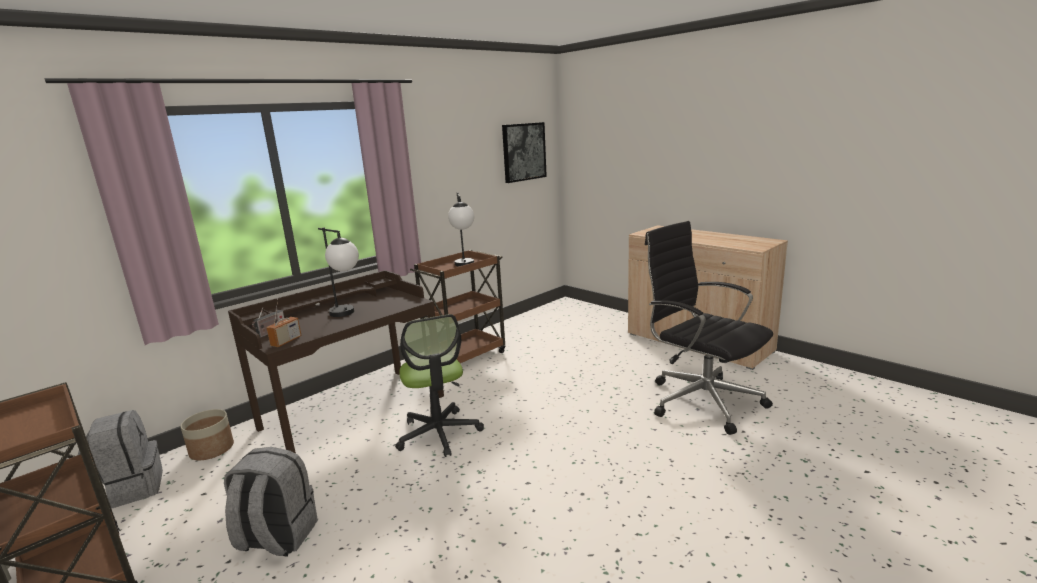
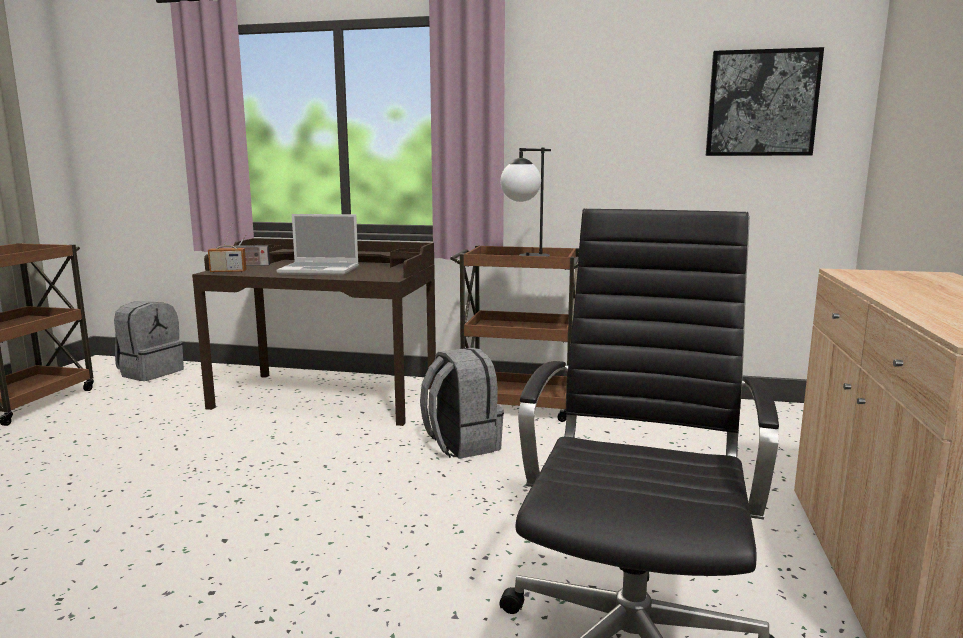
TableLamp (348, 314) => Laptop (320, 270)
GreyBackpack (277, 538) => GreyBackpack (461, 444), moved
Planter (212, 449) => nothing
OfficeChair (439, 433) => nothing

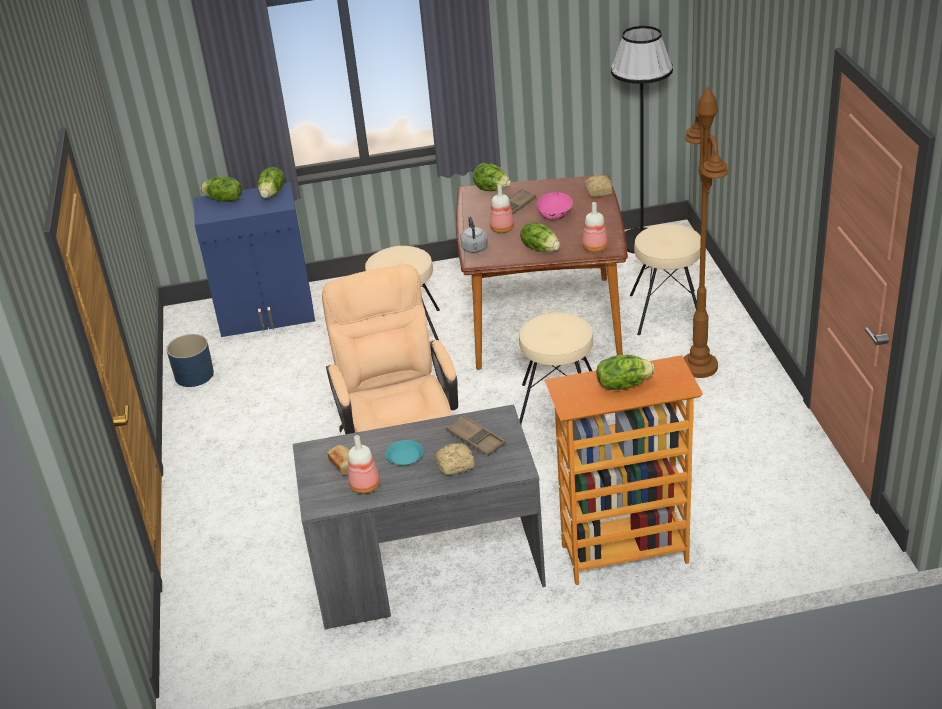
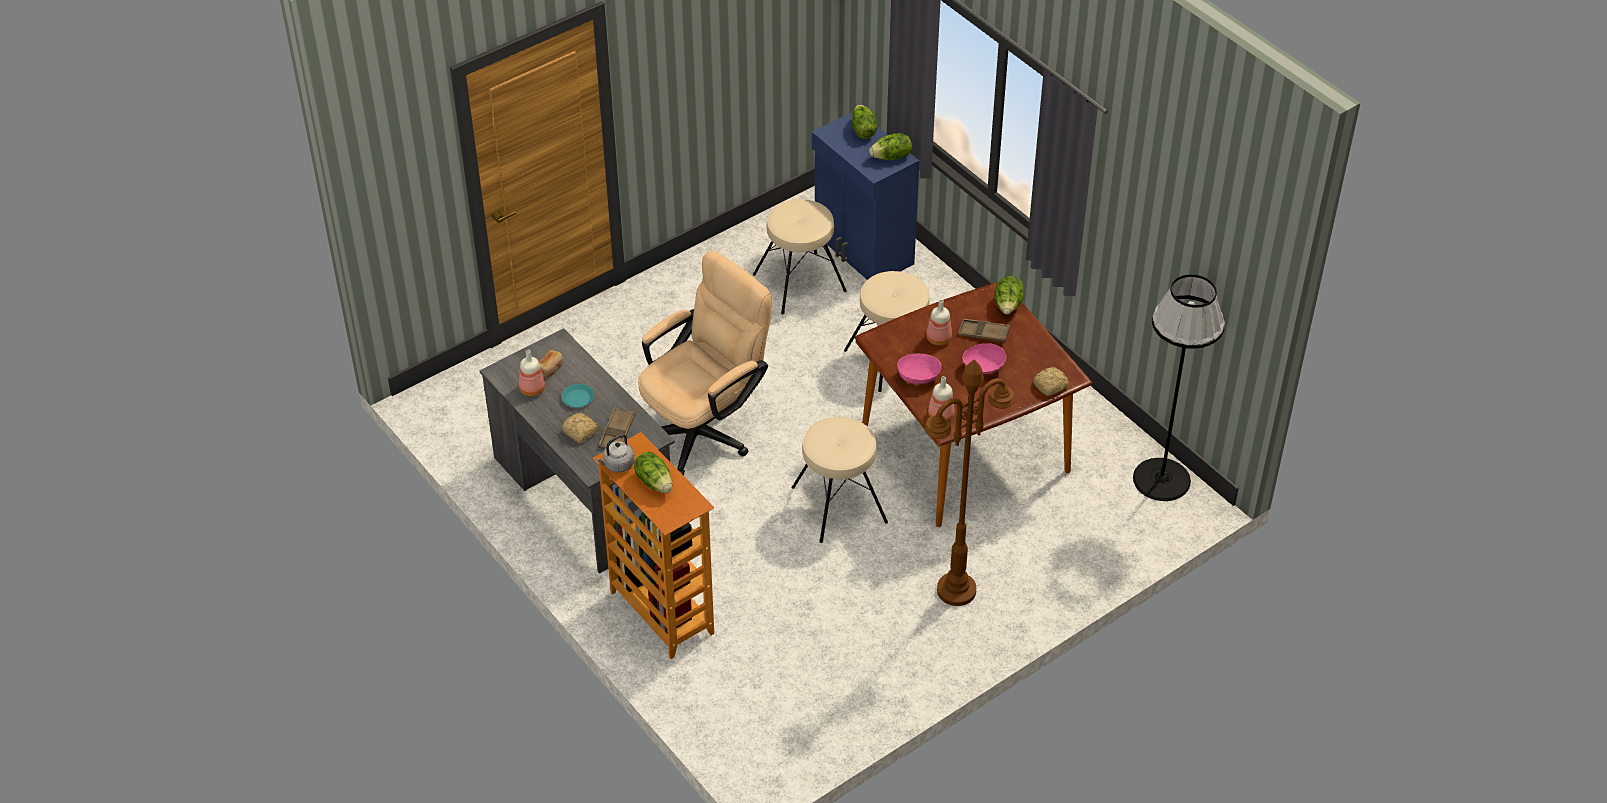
GreyKettle (475, 249) => GreyKettle (617, 465), moved
BeigeStool (667, 312) => BeigeStool (800, 283), moved
Lettuce (540, 248) => PinkBowl (918, 377)
BluePlanter (194, 375) => nothing

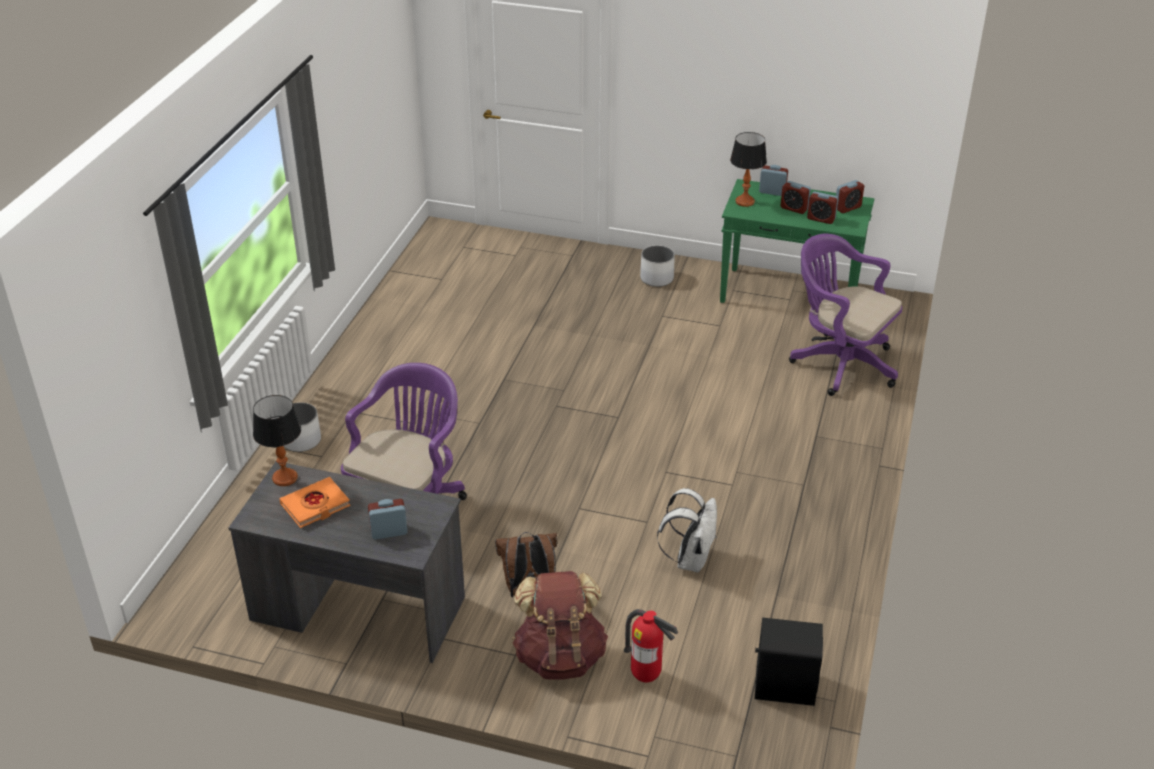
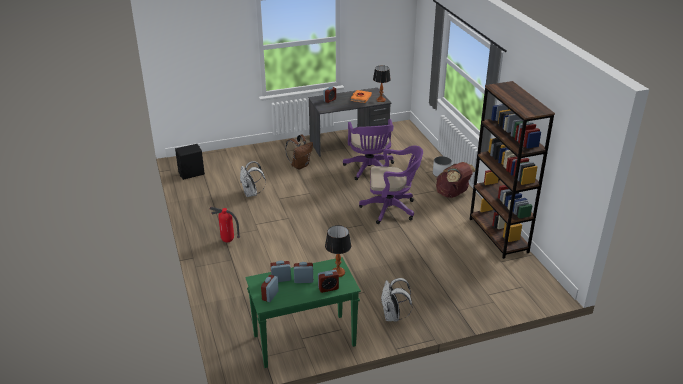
FireExtinguisher (646, 676) => FireExtinguisher (227, 241), moved
PurpleOfficeChair (839, 363) => PurpleOfficeChair (391, 209), moved
WhitePlanter (656, 278) => WhiteBackpack (393, 316)
BrownBackpack (560, 656) => BrownBackpack (453, 194), moved
nothing => BrownBookcase (498, 235)

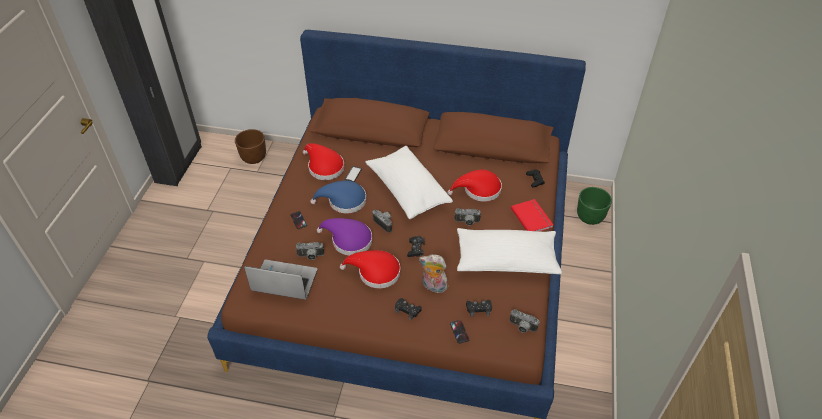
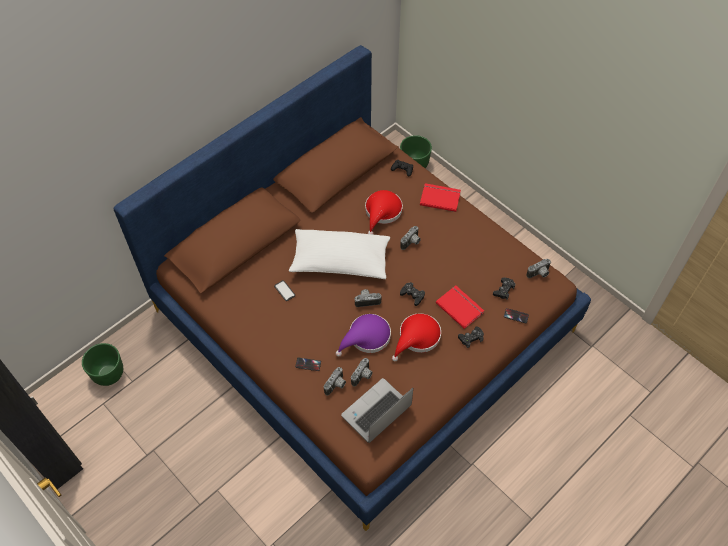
BrownPlanter (254, 158) => GreenPlanter (108, 374)
nothing => PhotoCamera (336, 386)
PlushToy (433, 287) => RedBook (460, 307)
RedHat (324, 167) => nothing
BlueHat (344, 201) => nothing
WhitePillow (506, 260) => nothing

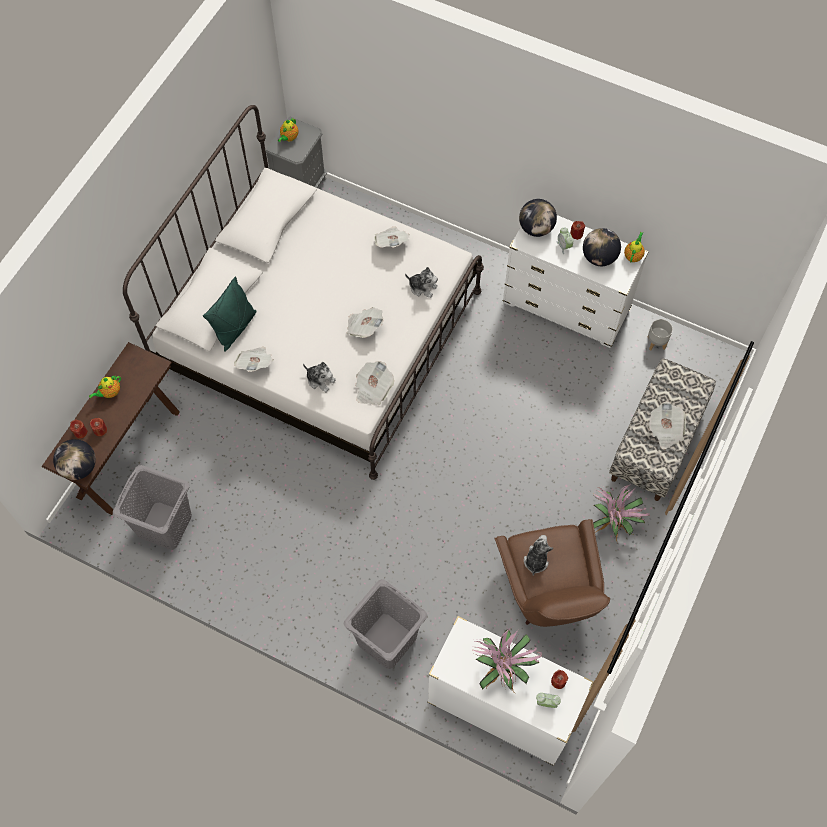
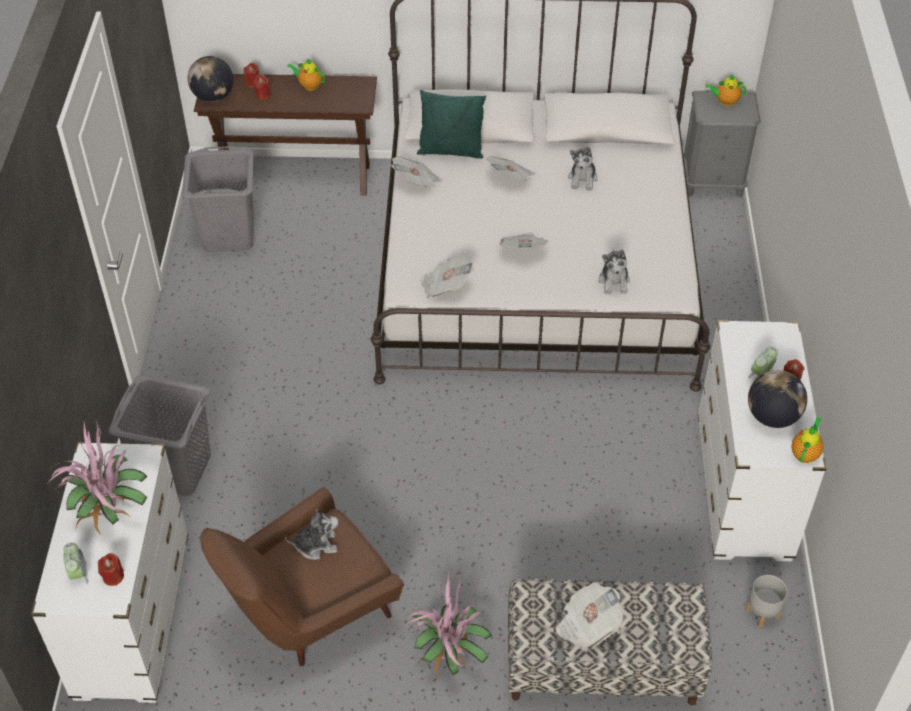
Newspaper (391, 243) => Newspaper (511, 178), moved
PlushToy (320, 380) => PlushToy (583, 179), moved
Teapot (633, 255) => Teapot (805, 453), 60 degrees counterclockwise
Globe (536, 228) => nothing

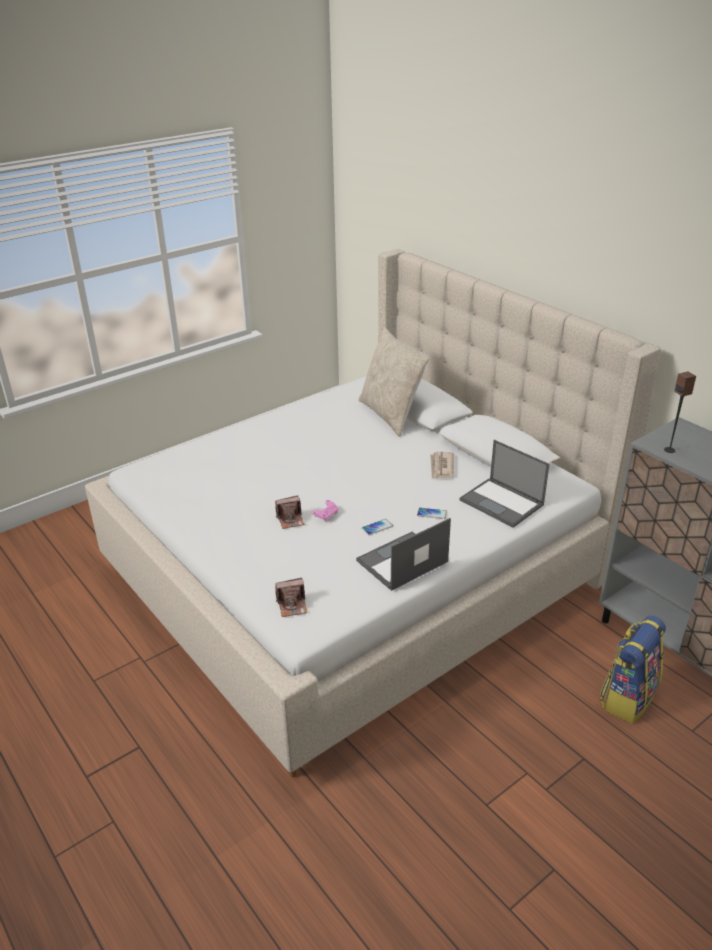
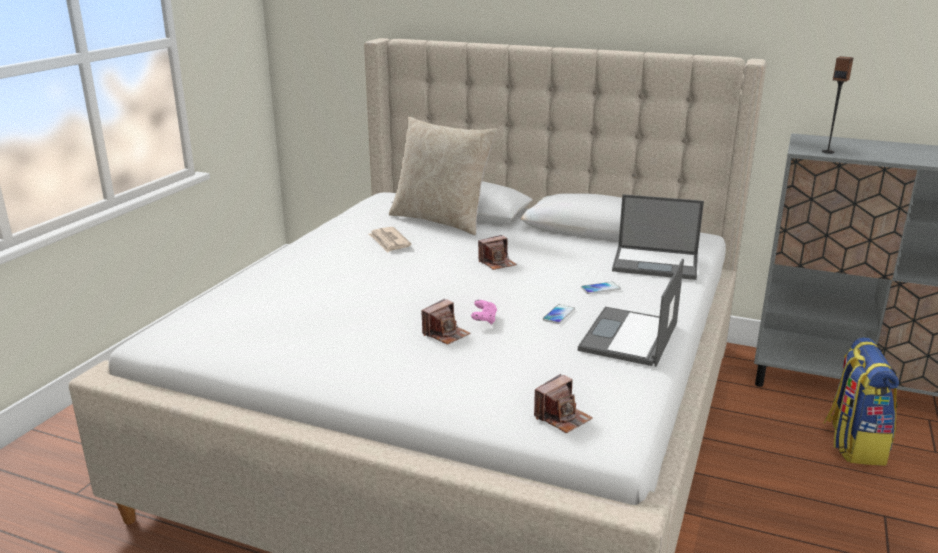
Newspaper (441, 467) => Newspaper (389, 242), moved
nothing => PhotoCamera (497, 263)

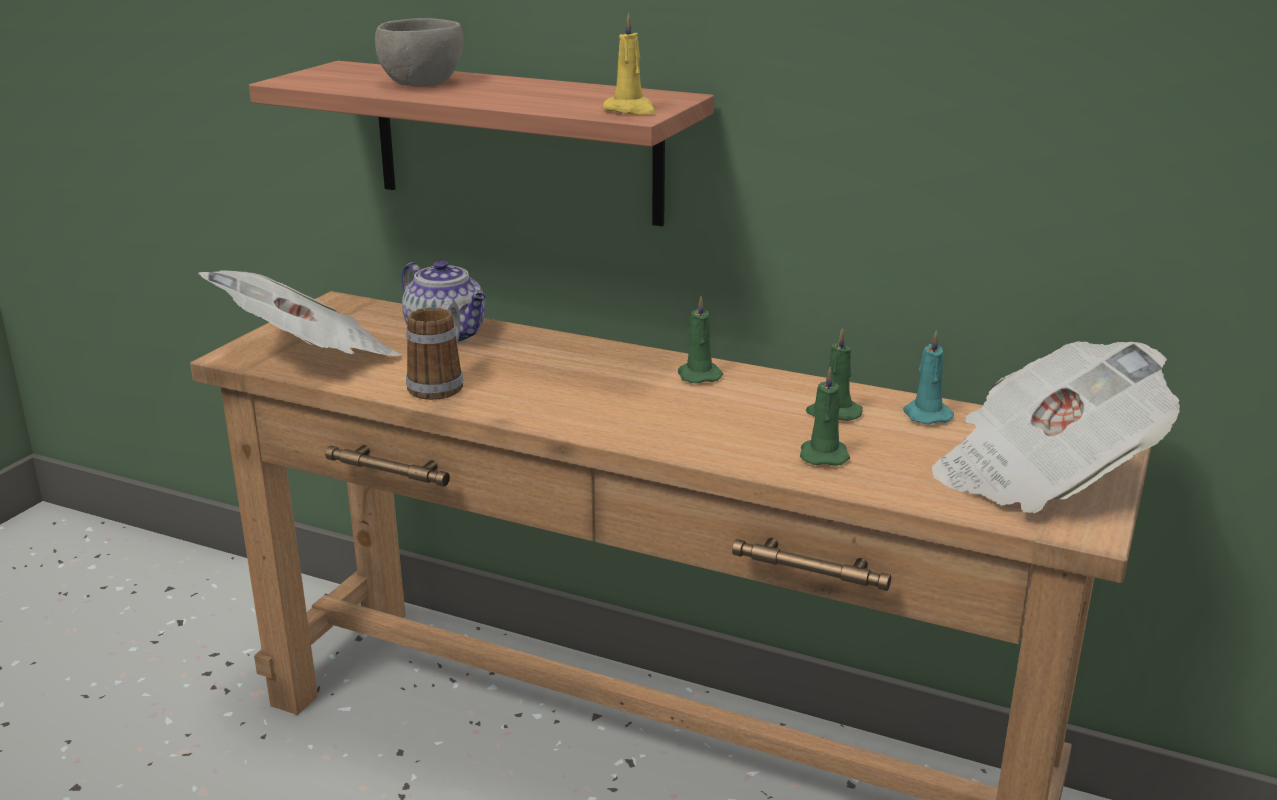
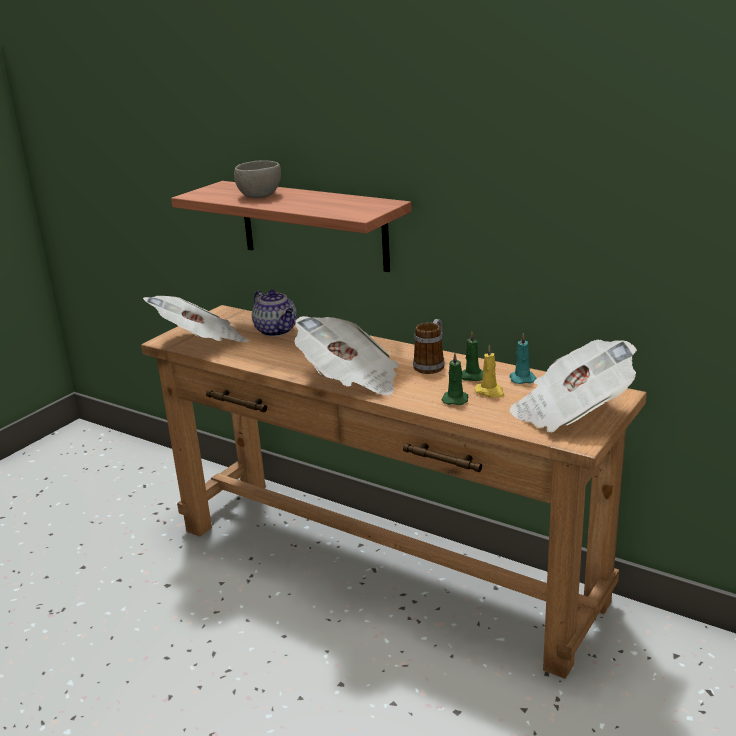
nothing => Newspaper (350, 380)
Mug (441, 384) => Mug (431, 365), moved
YellowCandle (631, 110) => YellowCandle (490, 392), moved
GreenCandle (698, 375) => nothing

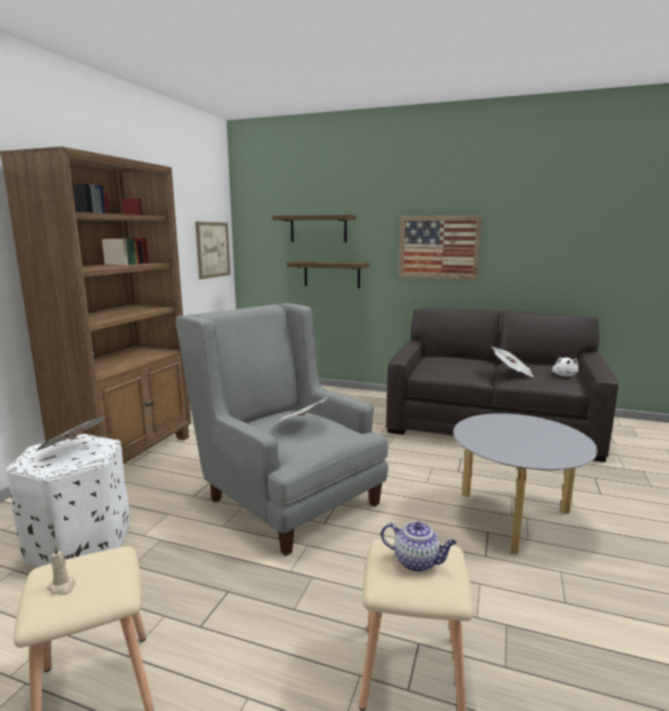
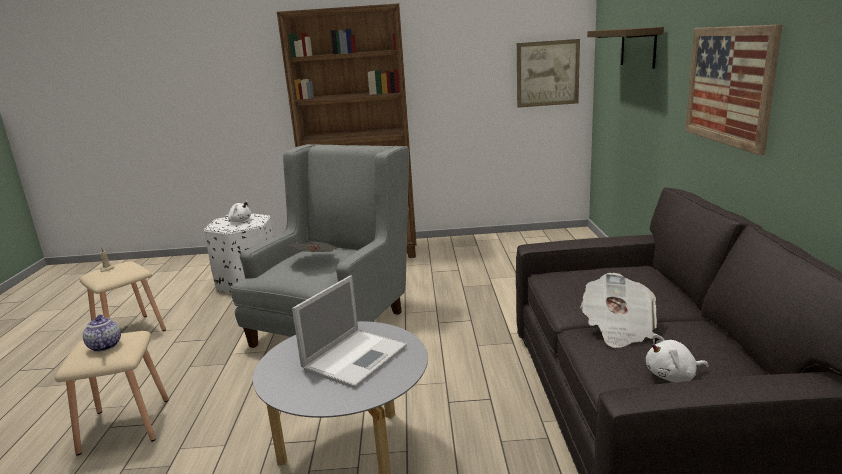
Teapot (417, 562) => Teapot (104, 346), 150 degrees clockwise
Newspaper (73, 450) => WhitePlushToy (239, 221)
nothing => Laptop (356, 357)
Shelf (332, 274) => nothing

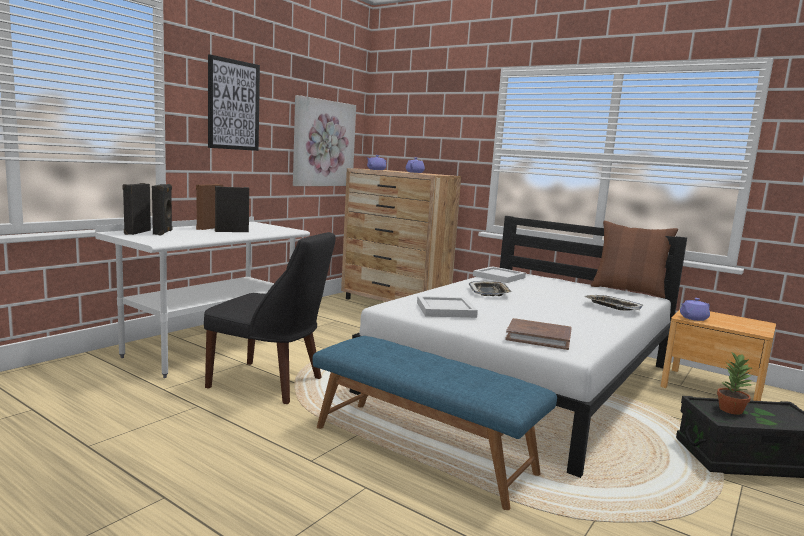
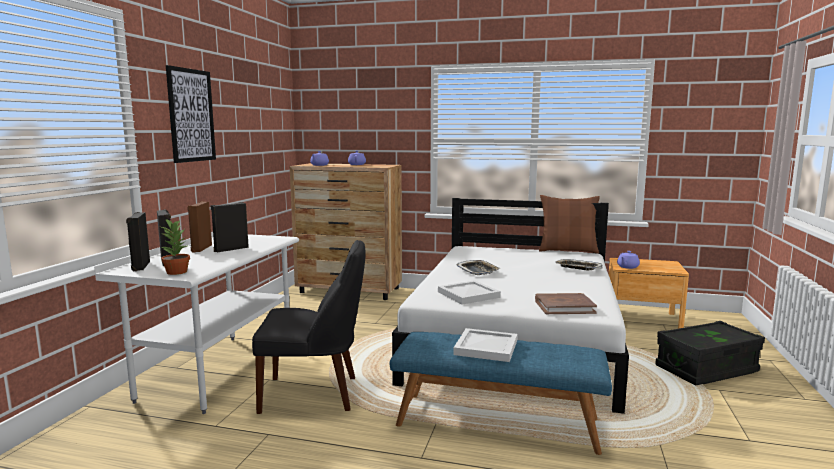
PottedPlant (730, 409) => PottedPlant (177, 272), moved
WhiteTray (500, 277) => WhiteTray (487, 347), moved
Picture (324, 143) => nothing

